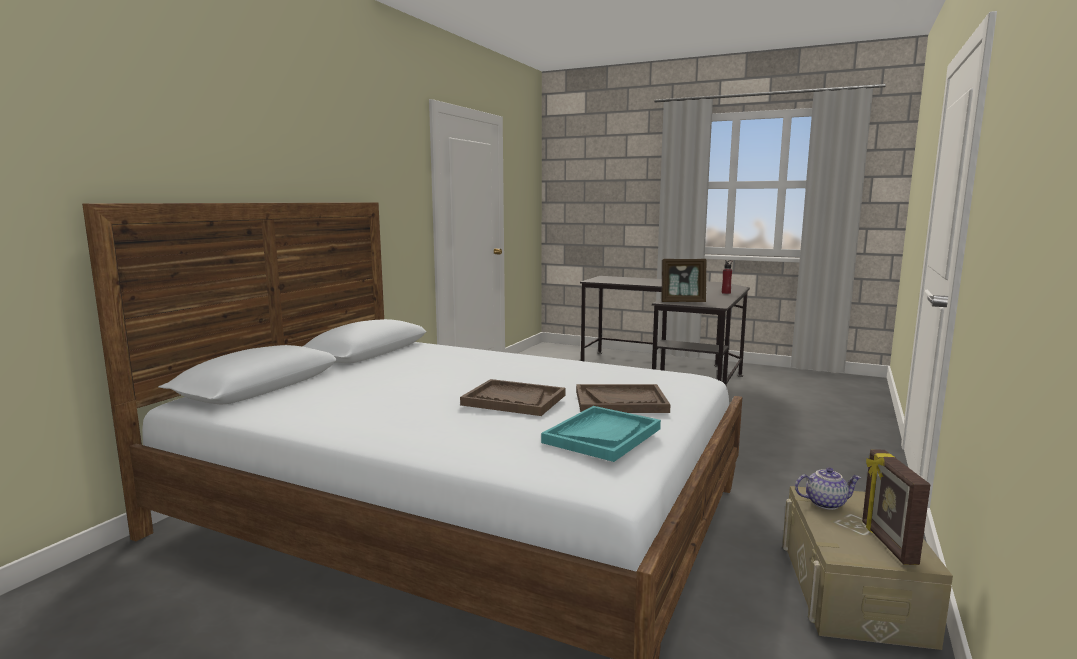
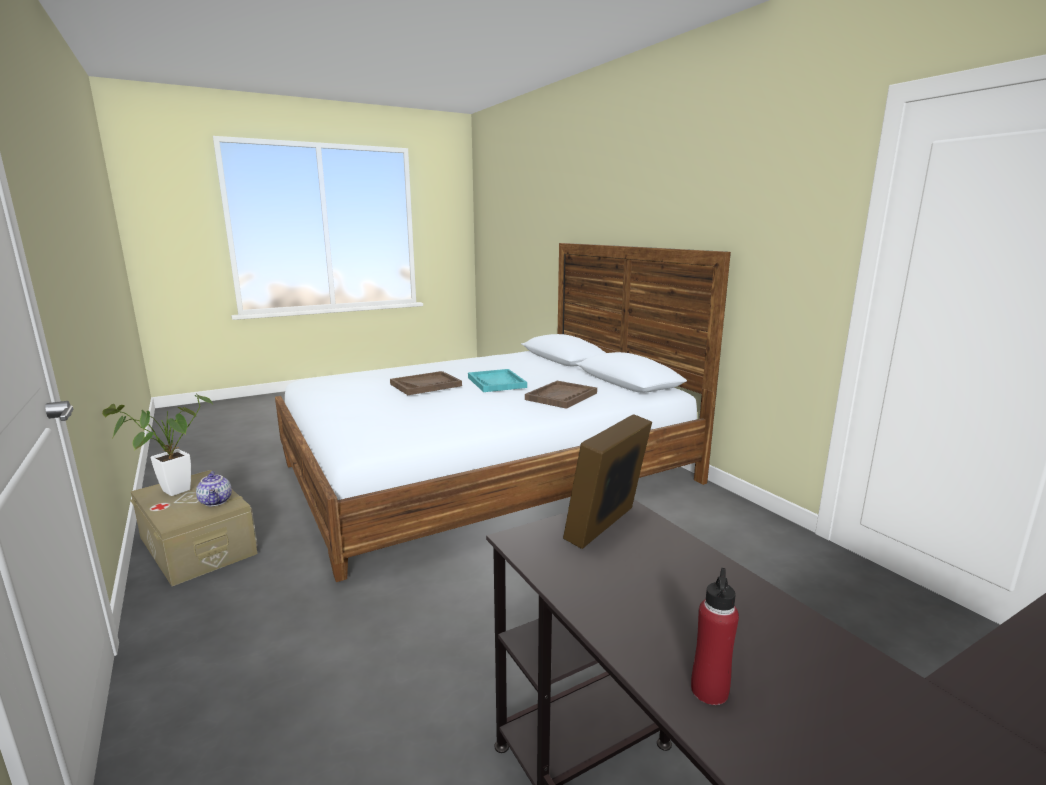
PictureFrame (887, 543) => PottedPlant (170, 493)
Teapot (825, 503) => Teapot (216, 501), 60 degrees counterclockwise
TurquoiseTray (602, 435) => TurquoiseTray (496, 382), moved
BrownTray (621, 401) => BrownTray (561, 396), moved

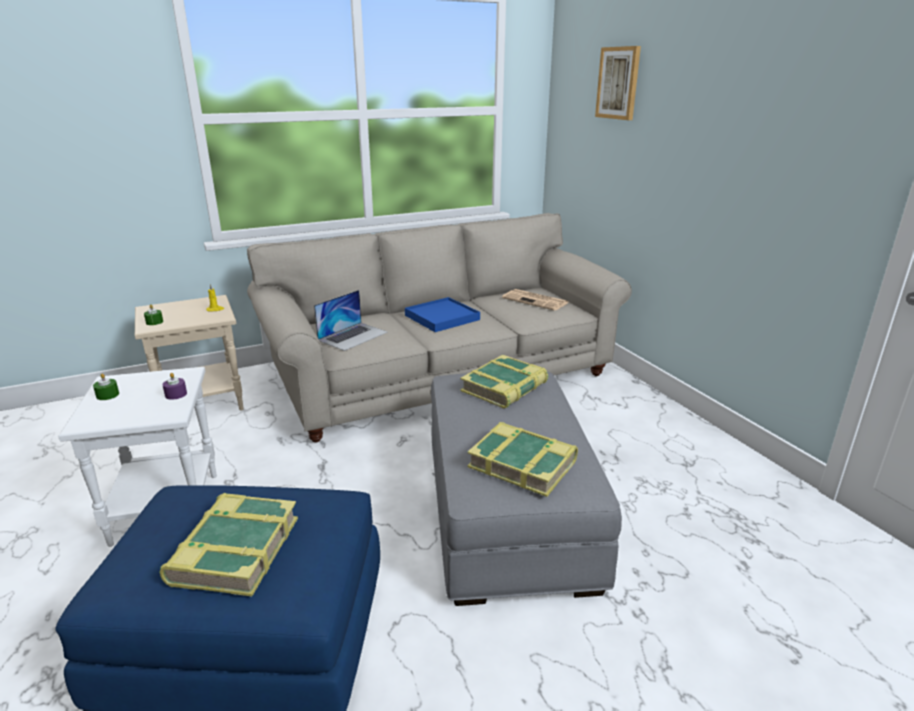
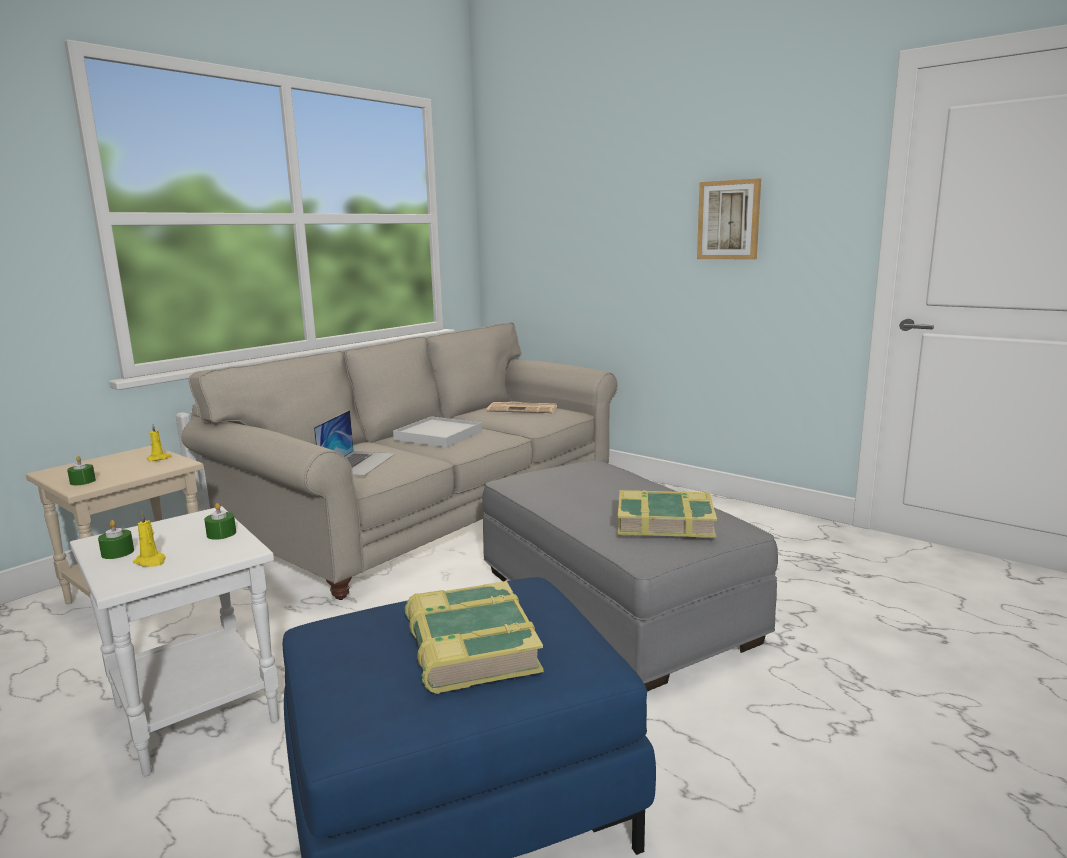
nothing => YellowCandle (151, 561)
PurpleCandle (176, 394) => GreenCandle (221, 534)
BlueTray (442, 317) => WhiteTray (438, 436)
Picture (618, 83) => Picture (729, 220), moved
Book (505, 388) => nothing

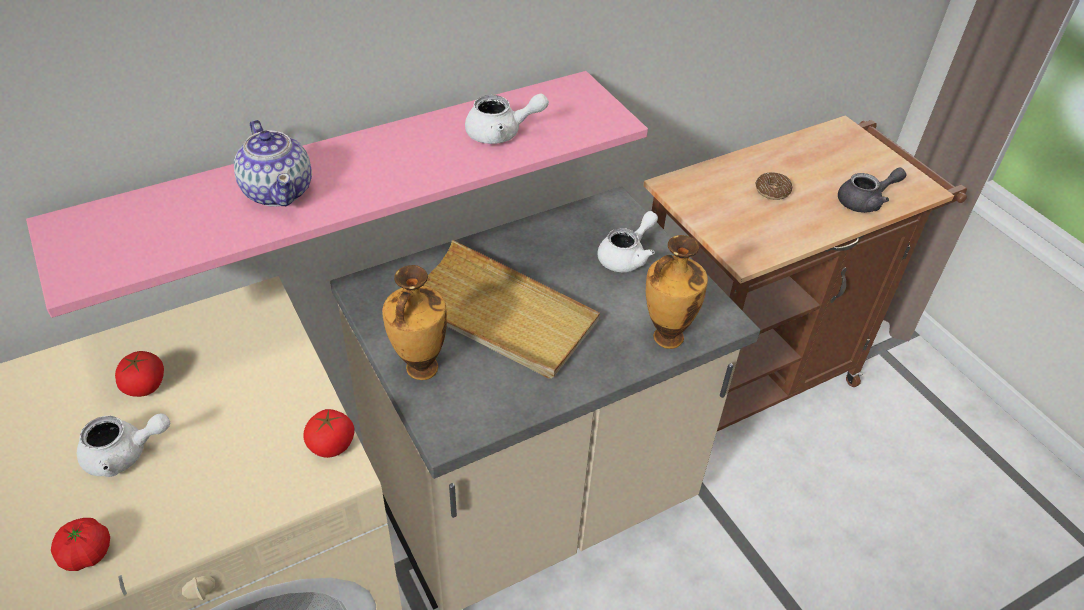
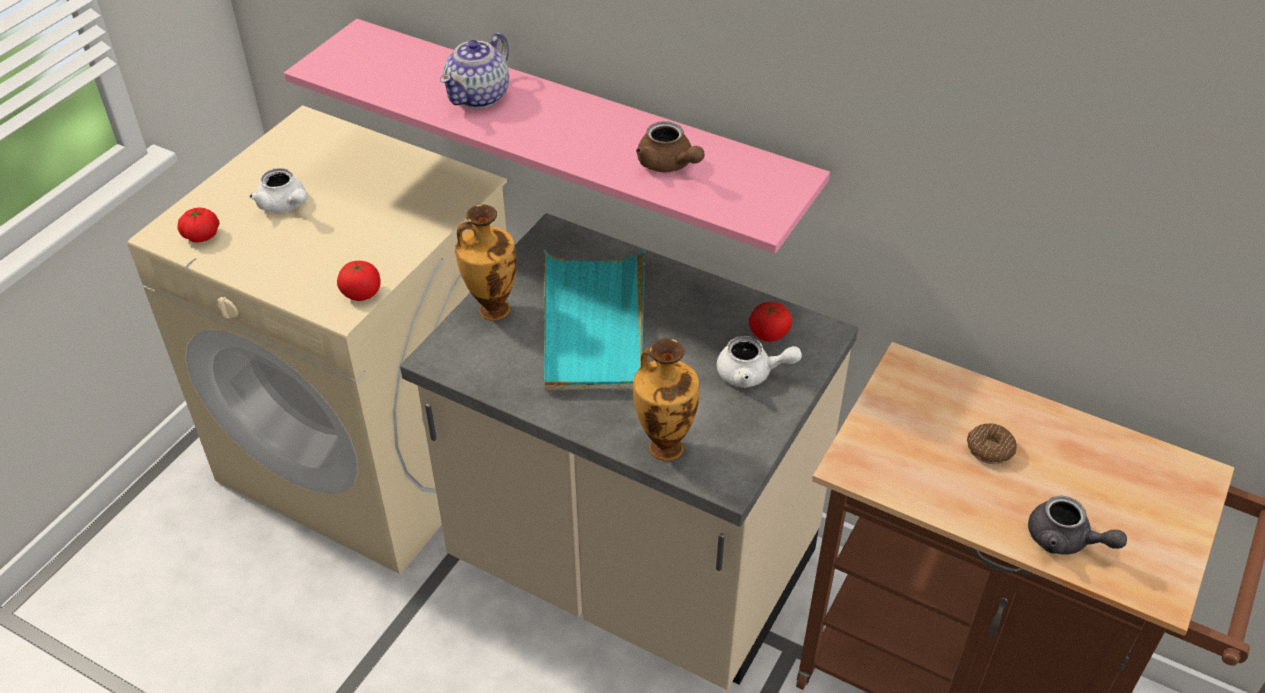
BeigeTray (498, 314) => TurquoiseTray (593, 324)
WhiteTeapot (501, 133) => BrownTeapot (668, 165)
Tomato (145, 386) => Tomato (769, 334), moved

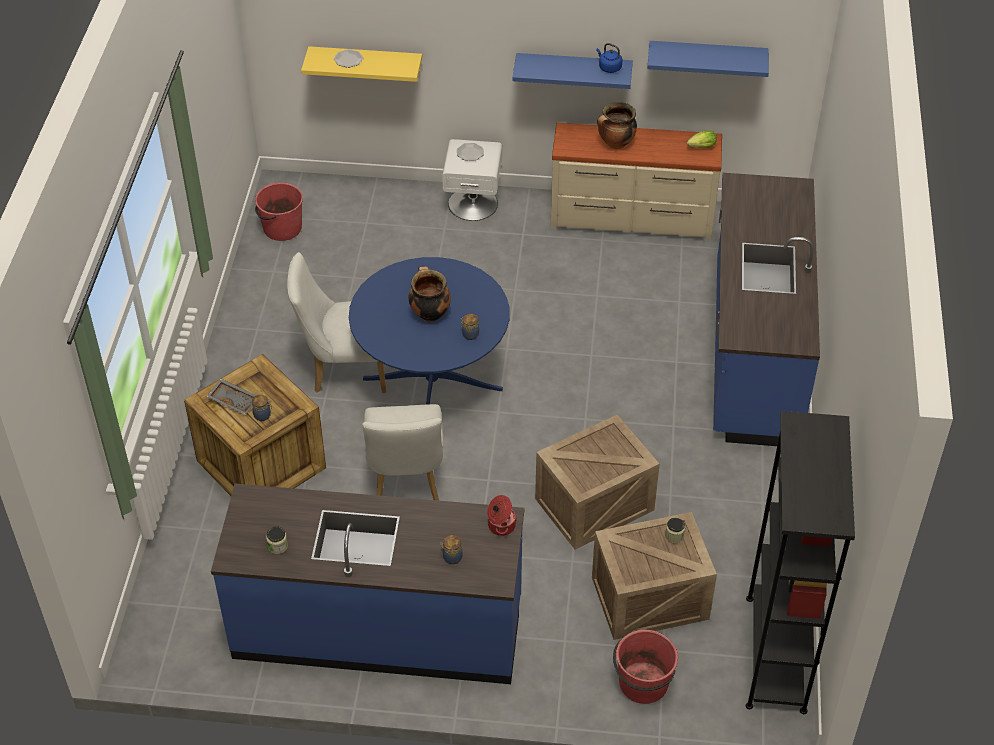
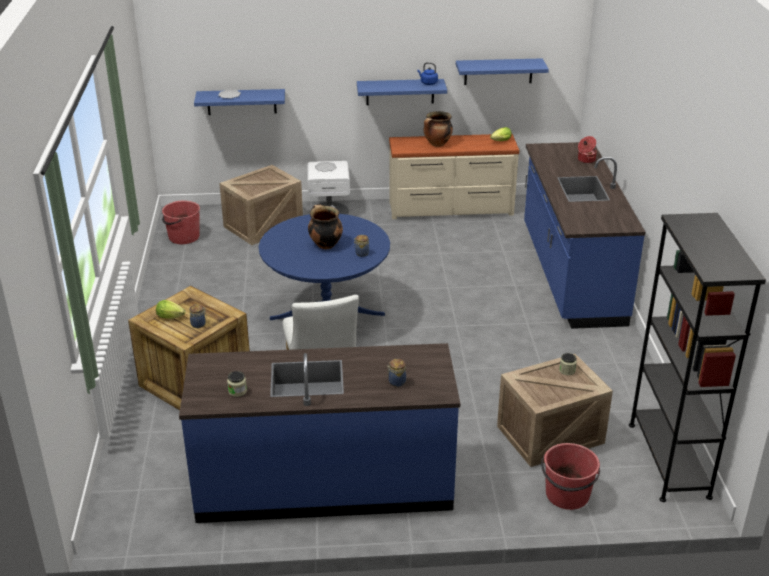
GreyTray (234, 400) => Lettuce (172, 317)
YellowShelf (366, 63) => BlueShelf (241, 102)
Crate (595, 503) => Crate (264, 225), moved
CookingPot (500, 525) => CookingPot (586, 160), moved
WhiteChair (344, 370) => nothing

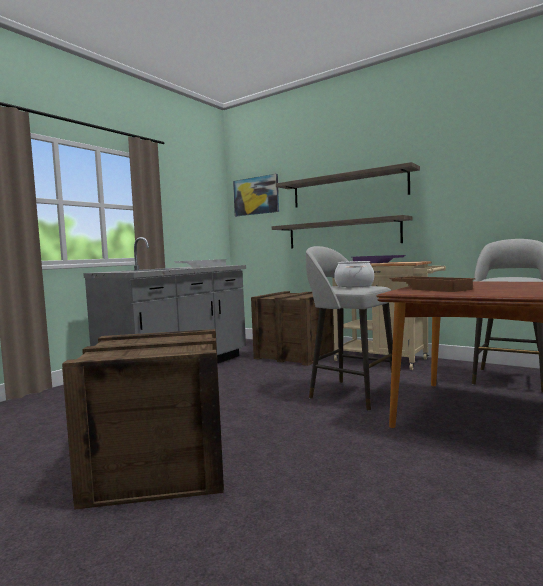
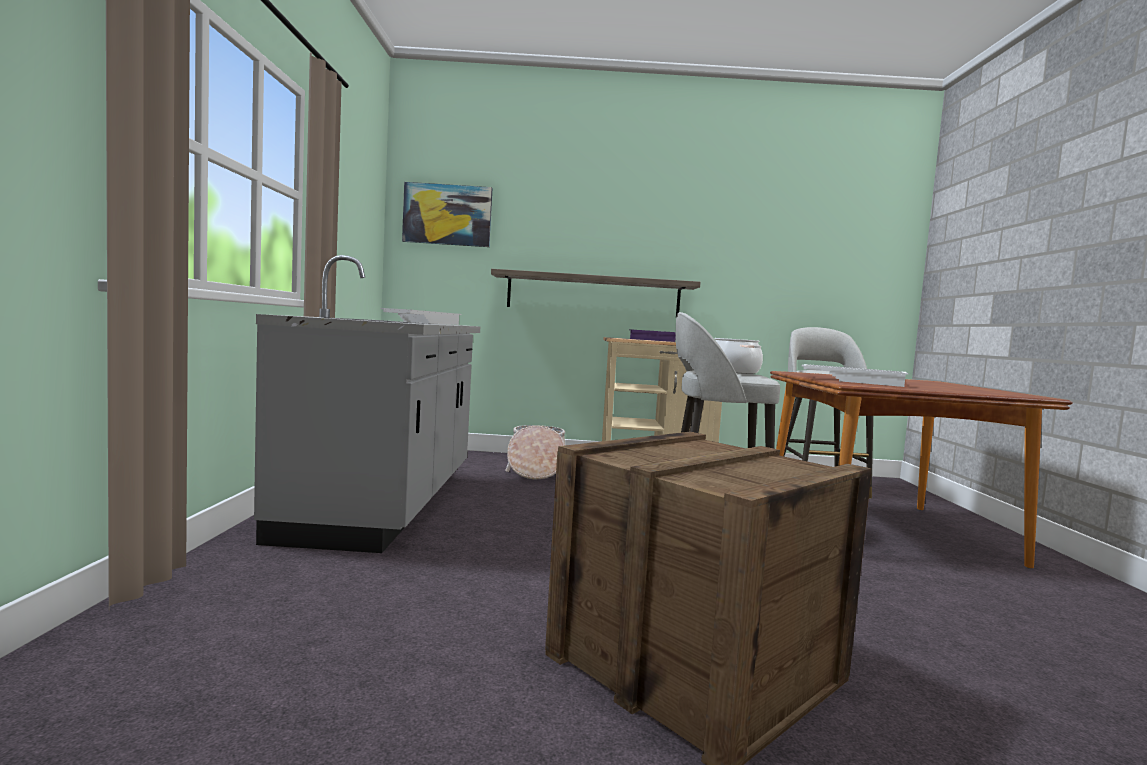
Crate (296, 355) => Basket (536, 469)
BrownTray (431, 288) => WhiteTray (853, 381)
Shelf (348, 189) => nothing

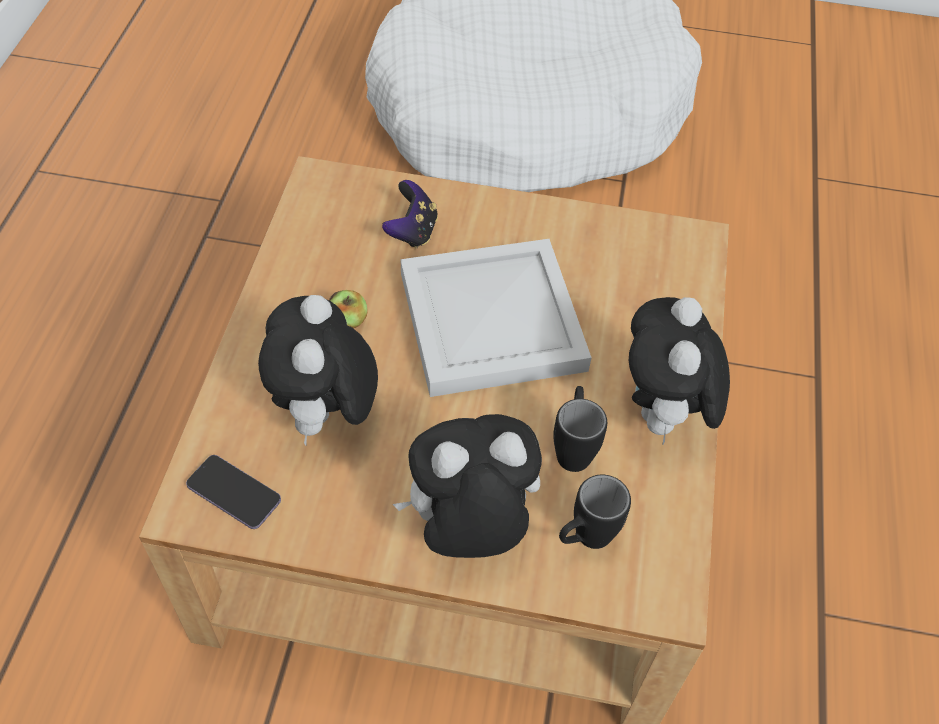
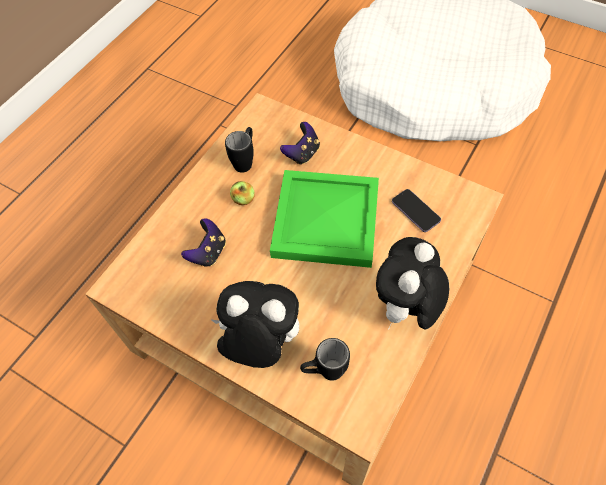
PlushToy (325, 415) => GameController (208, 252)
BlackMug (573, 447) => BlackMug (245, 160), moved
WhiteTray (494, 322) => GreenTray (327, 222)
Phone (234, 493) => Phone (415, 211), moved

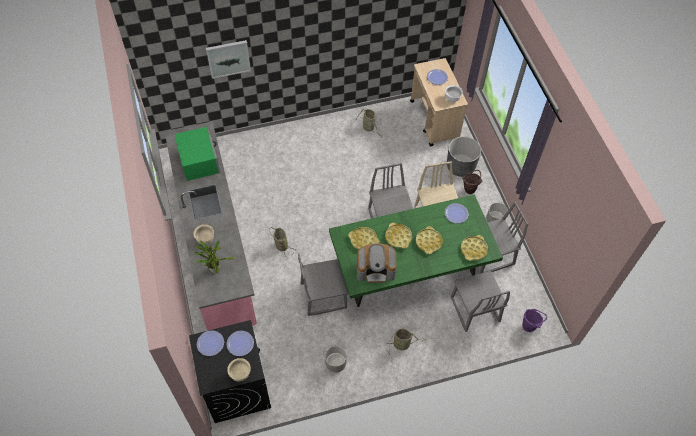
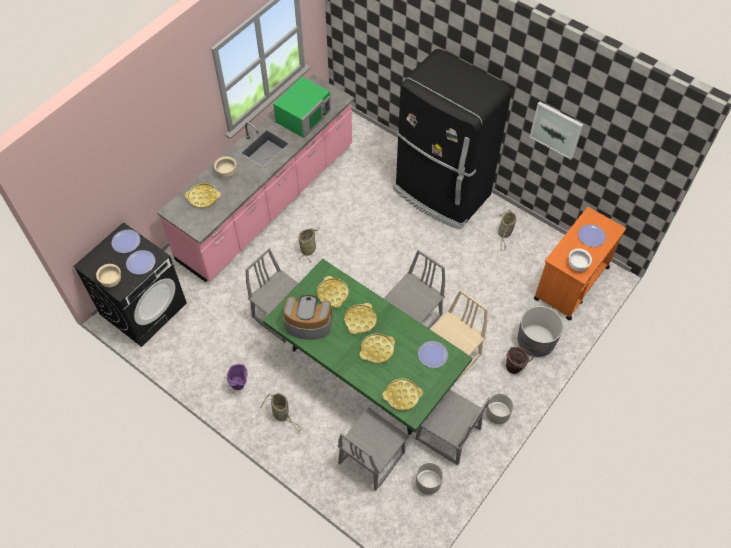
PottedPlant (214, 268) => YellowTray (203, 197)
PurpleBucket (530, 326) => PurpleBucket (240, 385), moved
CoffeeMachine (376, 269) => CoffeeMachine (308, 323), 135 degrees clockwise
nothing => BlackFridge (441, 193)
GreyPlanter (335, 363) => GreyPlanter (428, 483), moved
Picture (228, 58) => Picture (556, 129), moved
BeigeCart (434, 120) => OrangeCart (571, 283)

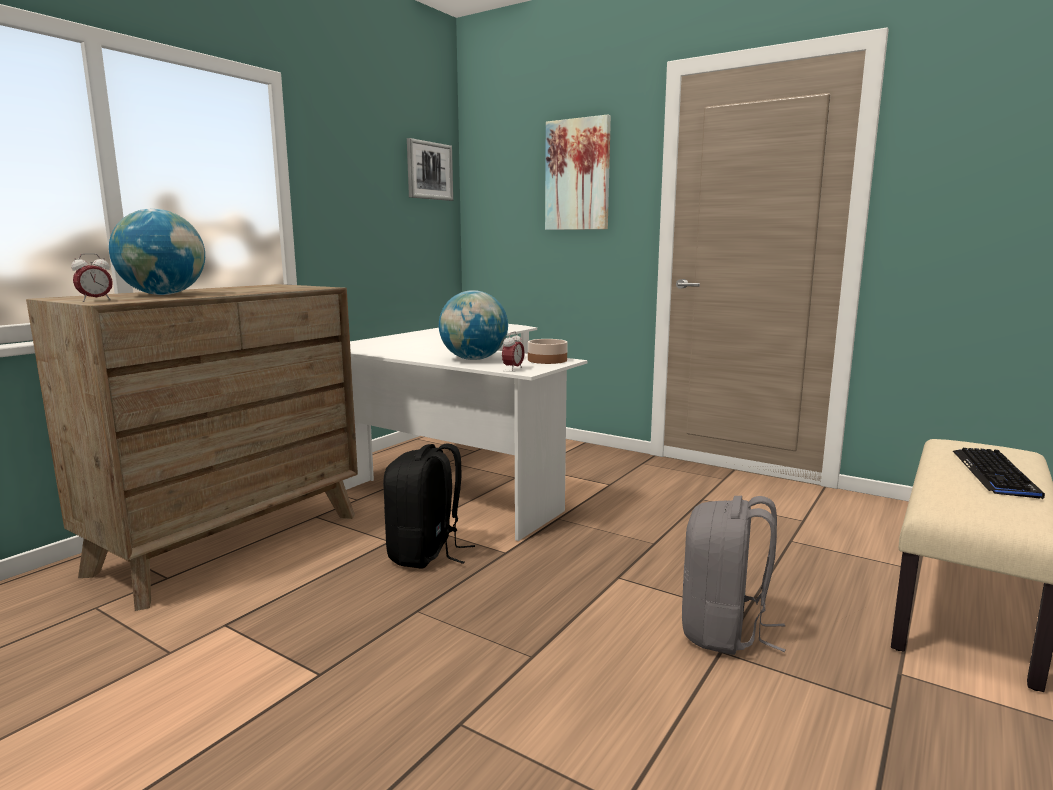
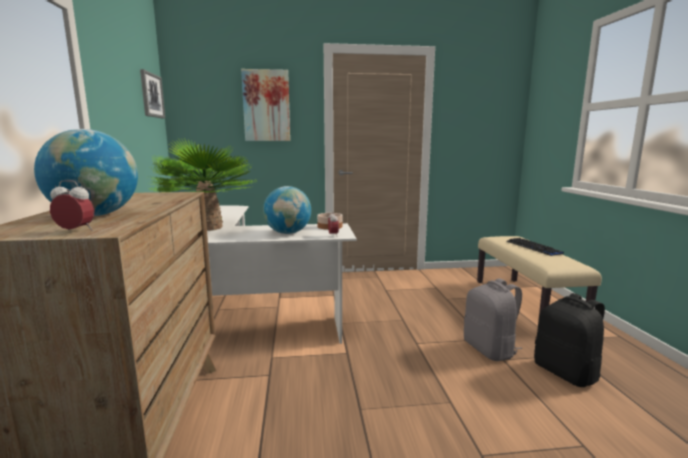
AlarmClock (95, 300) => AlarmClock (76, 231), 90 degrees counterclockwise
nothing => PottedPlant (208, 228)
BlackBackpack (426, 554) => BlackBackpack (566, 373), moved

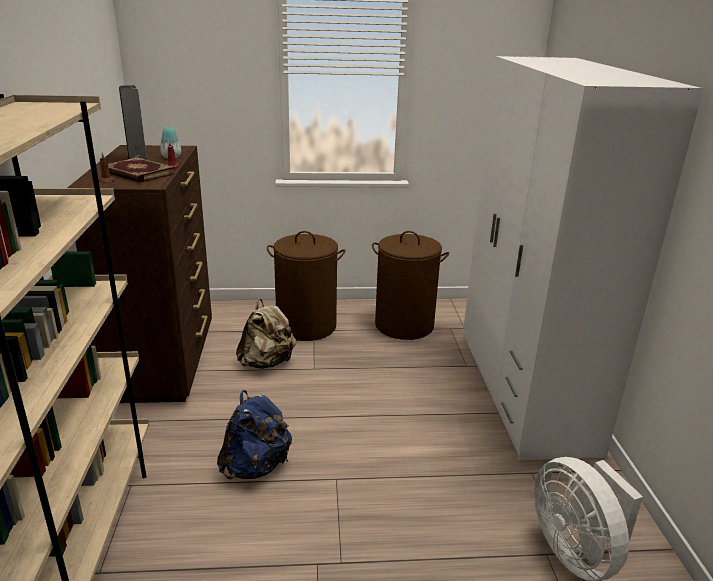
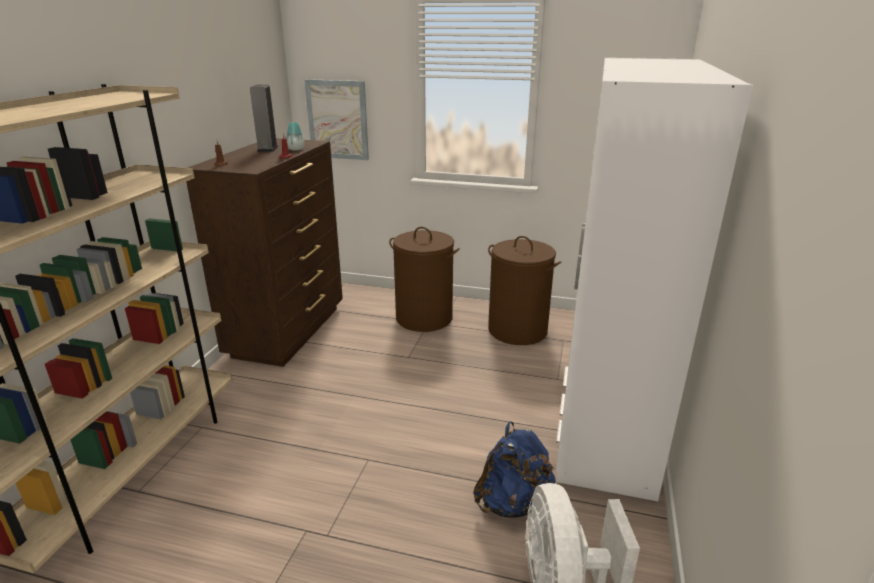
nothing => Picture (337, 120)
BlueBackpack (256, 466) => BlueBackpack (513, 503), moved
Book (137, 173) => nothing
BeigeBackpack (267, 362) => nothing

